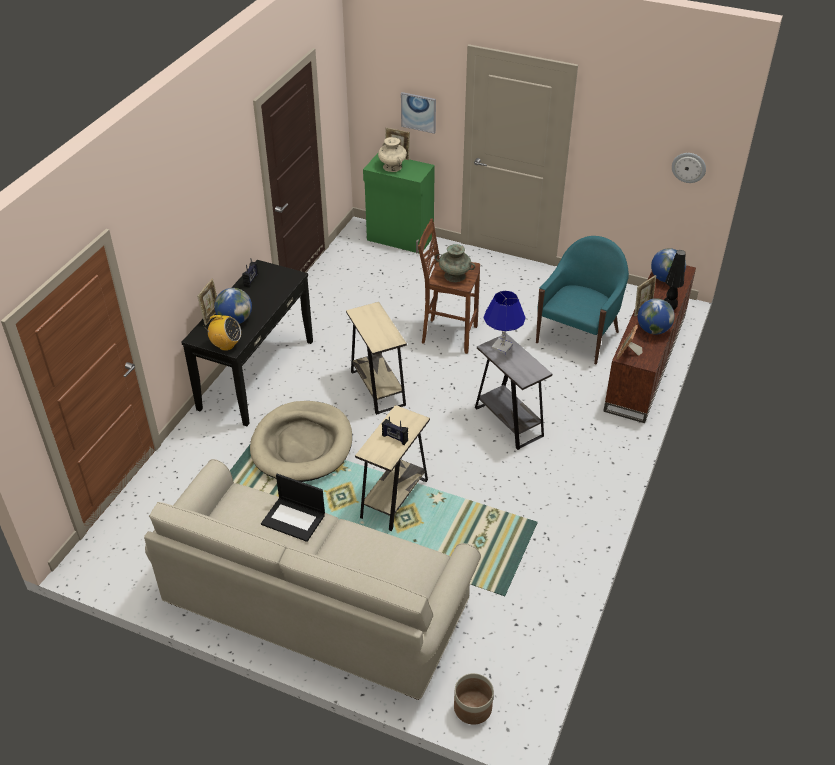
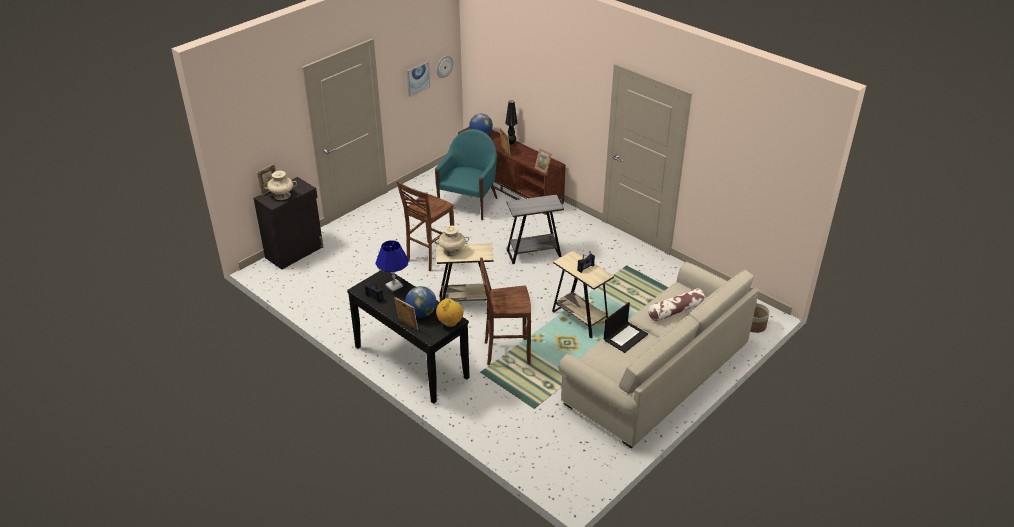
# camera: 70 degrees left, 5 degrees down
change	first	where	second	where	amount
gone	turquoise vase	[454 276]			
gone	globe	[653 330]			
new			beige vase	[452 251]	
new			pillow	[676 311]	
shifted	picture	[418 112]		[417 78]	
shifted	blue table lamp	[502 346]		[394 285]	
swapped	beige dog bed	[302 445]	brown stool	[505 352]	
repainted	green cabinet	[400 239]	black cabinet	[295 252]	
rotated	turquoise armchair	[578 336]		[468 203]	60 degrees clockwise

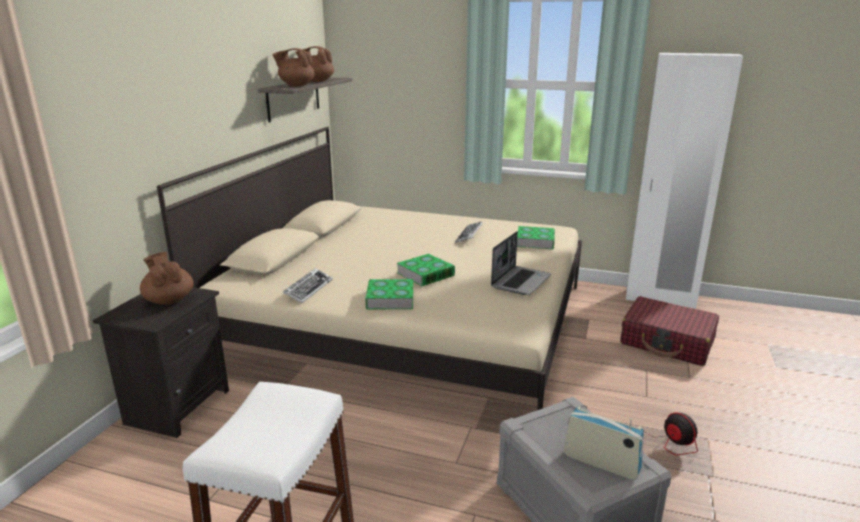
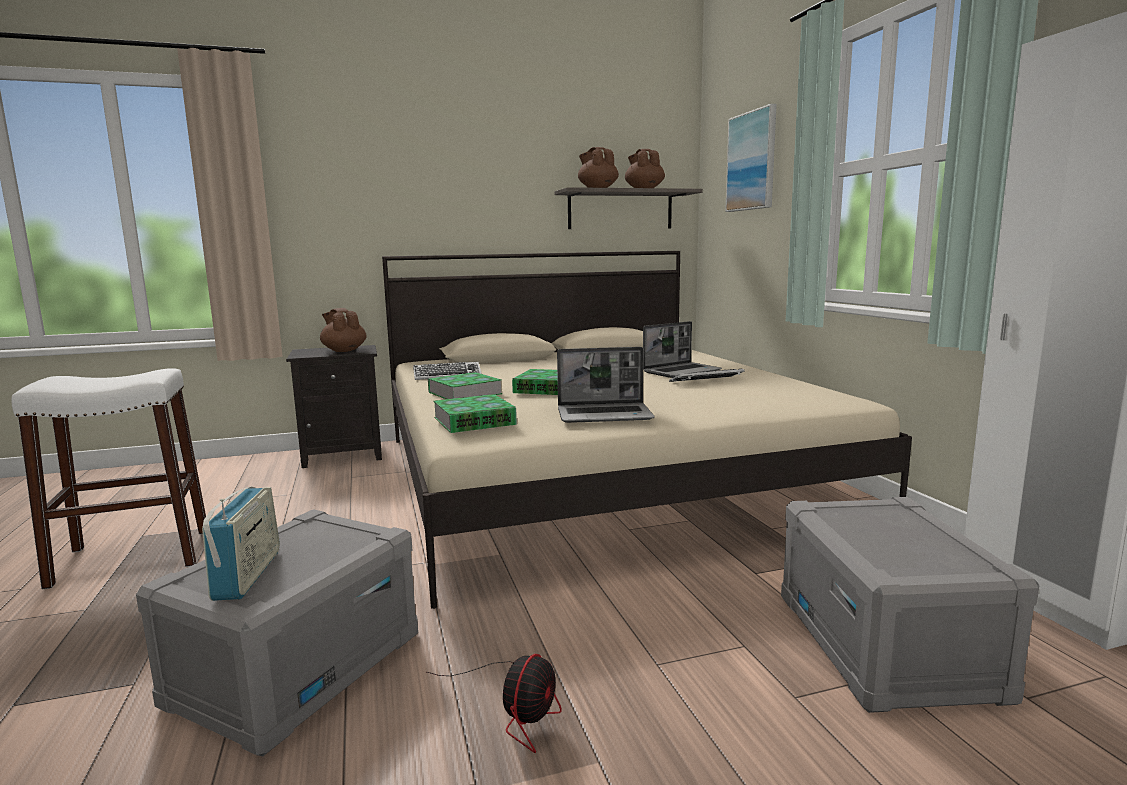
# camera: 55 degrees right, 10 degrees down
change	first	where	second	where	amount
new			laptop	[682 371]	
new			picture	[752 161]	
shifted	book	[535 241]		[474 421]	
swapped	red suitcase	[667 342]	grey storage box	[887 646]	
rotated	brown teapot	[169 300]		[344 350]	60 degrees counterclockwise

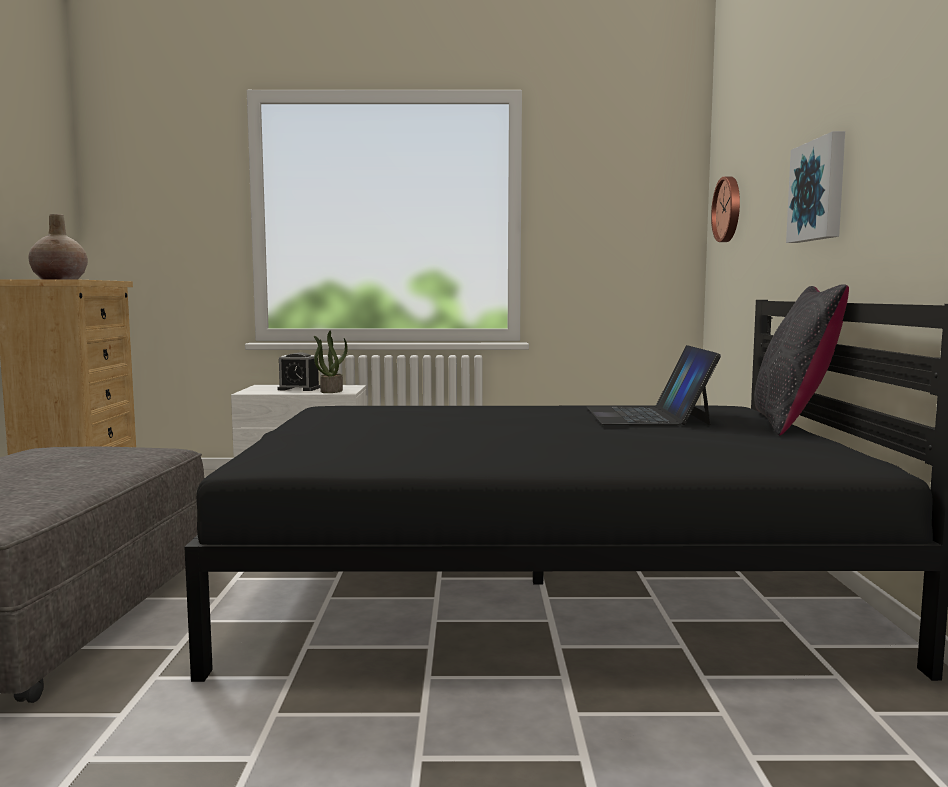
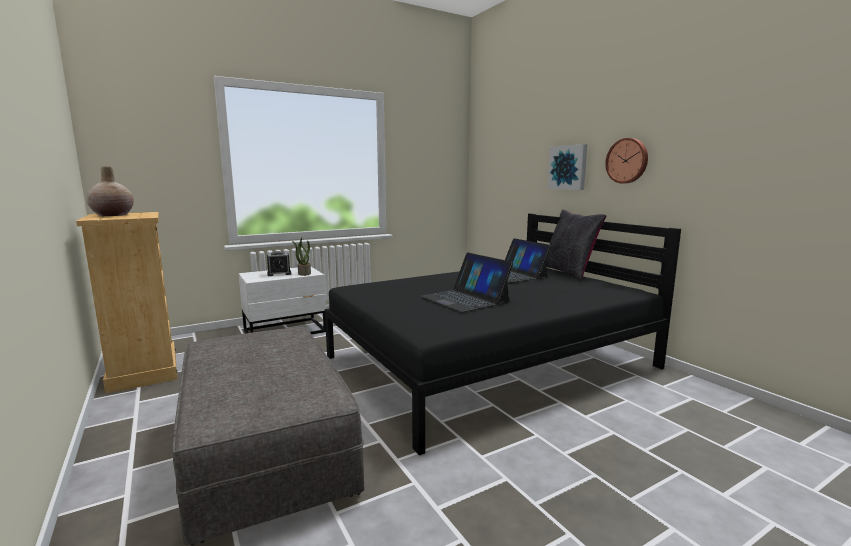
# camera: 30 degrees left, 5 degrees up
change	first	where	second	where	amount
new			laptop	[464 299]	
shifted	wall clock	[729 209]		[627 161]	

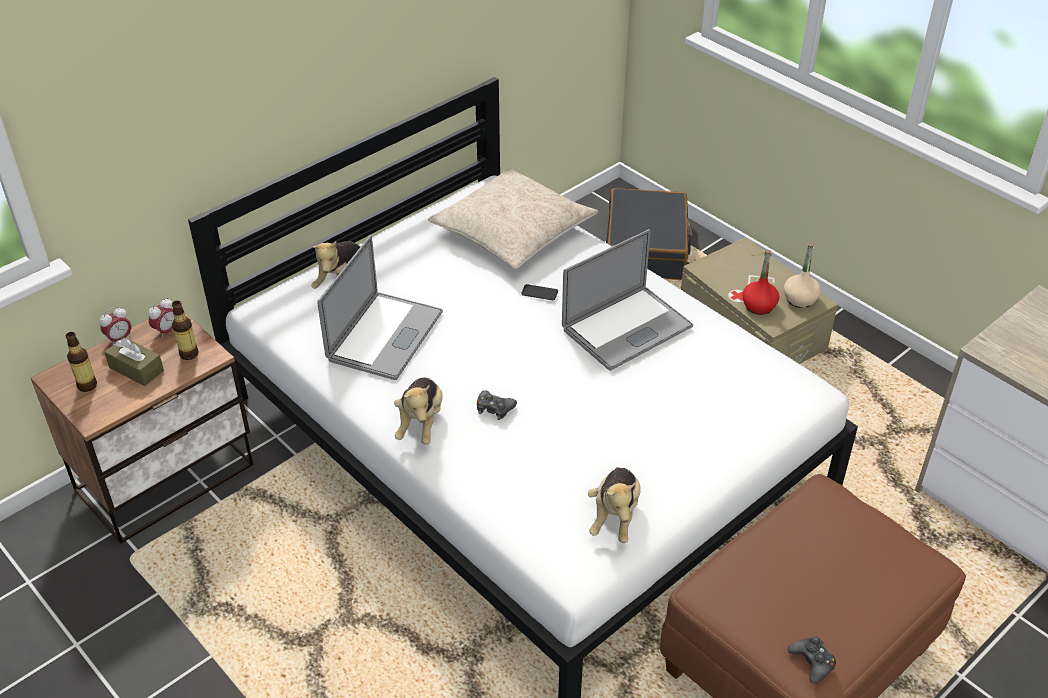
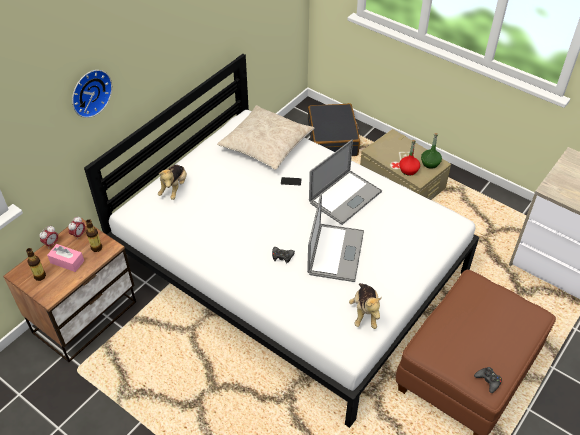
# camera: 10 degrees left, 5 degrees up
change	first	where	second	where	amount
gone	plush toy	[421 423]			
new			wall clock	[89 92]	
shifted	laptop	[385 336]		[336 252]	
repainted	brown tissue box	[136 369]	pink tissue box	[67 262]	
repainted	beige bottle	[799 299]	green bottle	[430 163]	

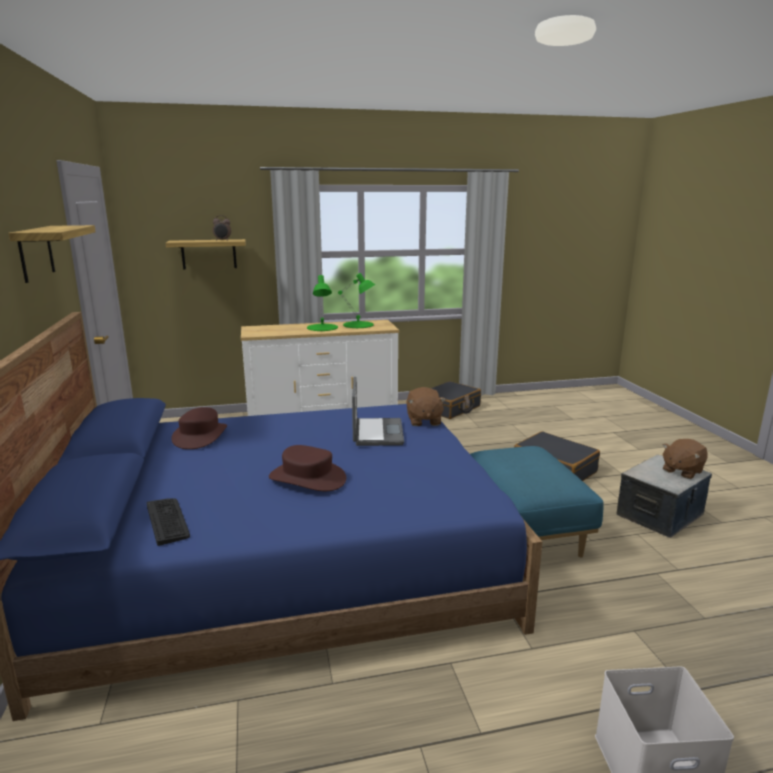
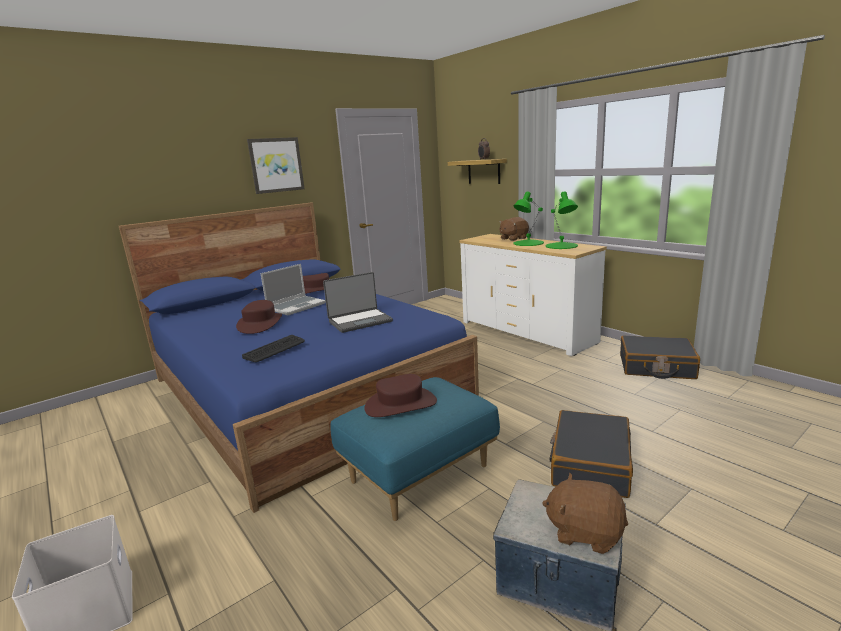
# camera: 65 degrees right, 0 degrees up
change	first	where	second	where	amount
new			laptop	[296 306]	
new			brown hat	[400 404]	
shifted	keyboard	[167 521]		[275 349]	
shifted	brown plush toy	[423 421]		[513 238]	
swapped	shelf	[36 253]	picture	[276 165]	

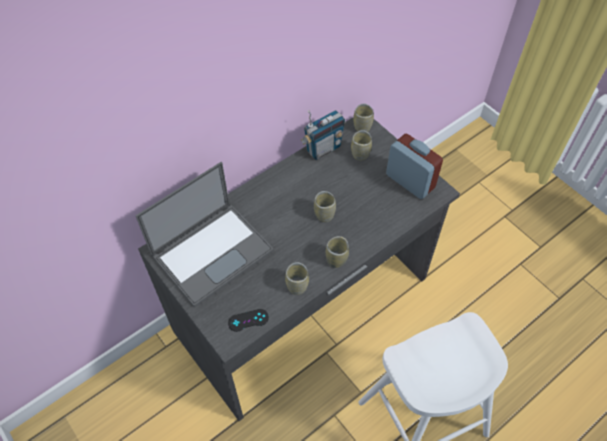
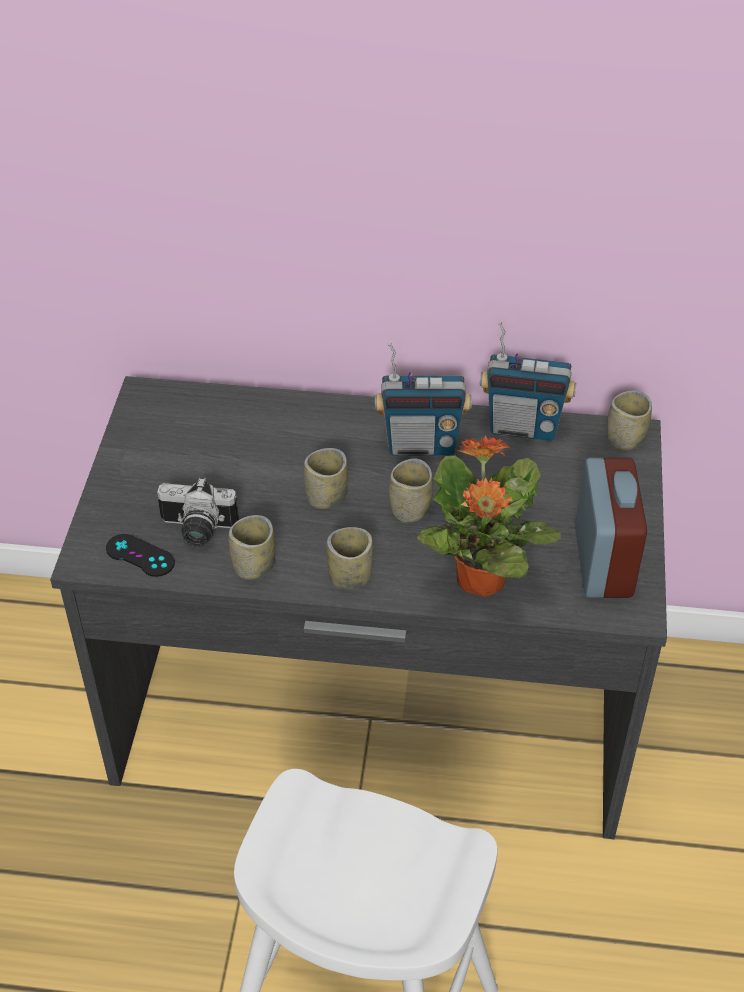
# camera: 45 degrees right, 10 degrees down
change	first	where	second	where	amount
gone	laptop	[213 252]			
new			photo camera	[196 531]	
new			radio	[421 445]	
new			potted plant	[480 580]	
shifted	cup	[360 154]		[326 497]	

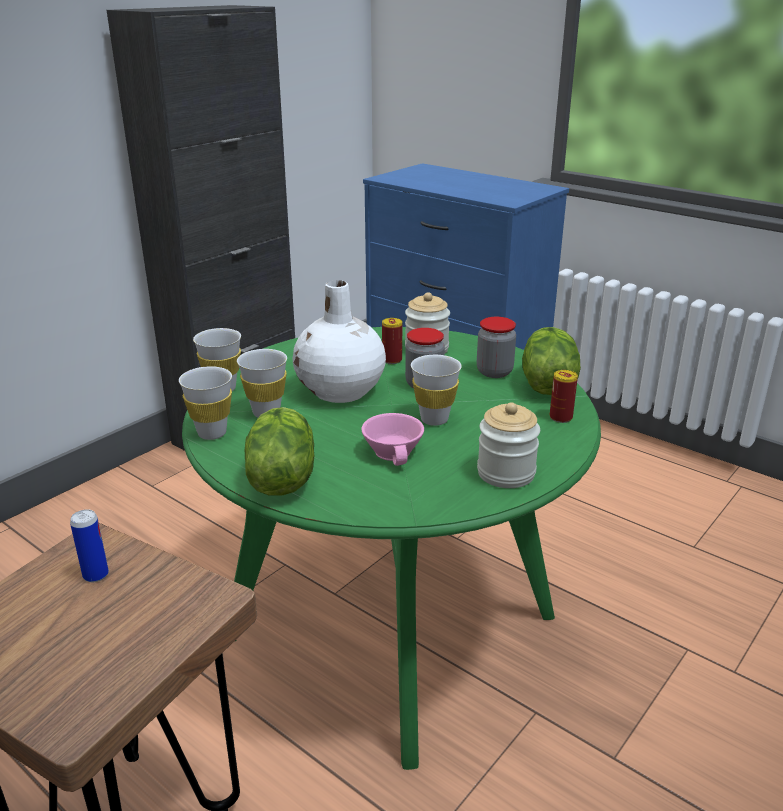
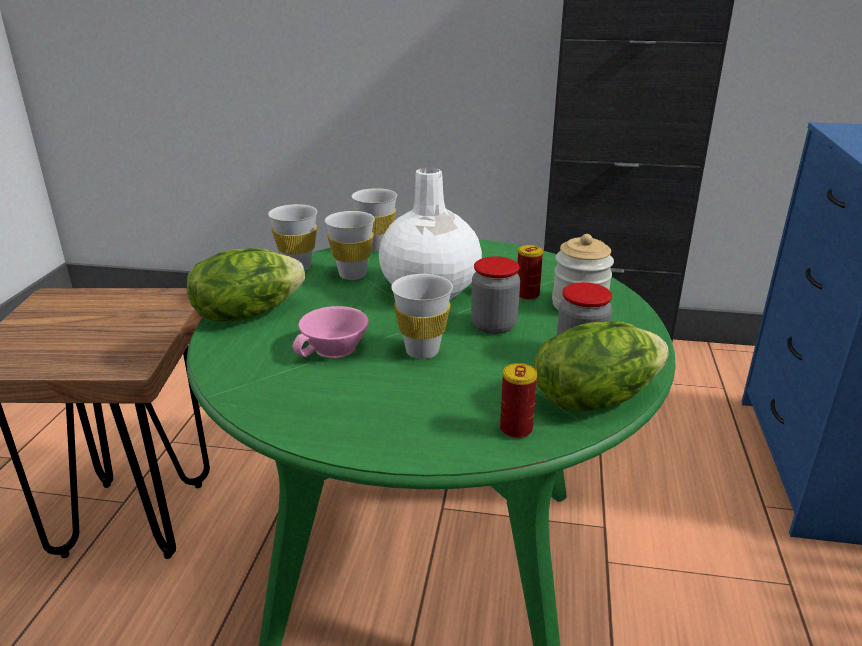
# camera: 60 degrees right, 0 degrees up
change	first	where	second	where	amount
gone	can	[96 575]			
gone	jar	[506 473]			

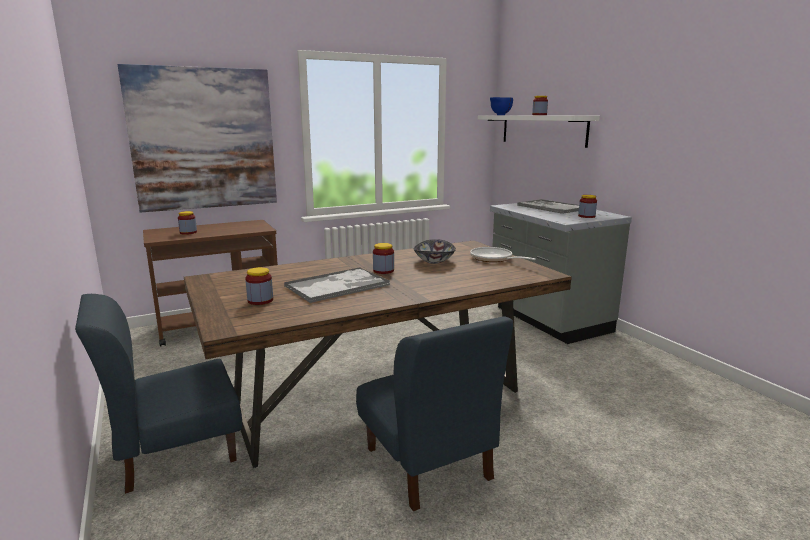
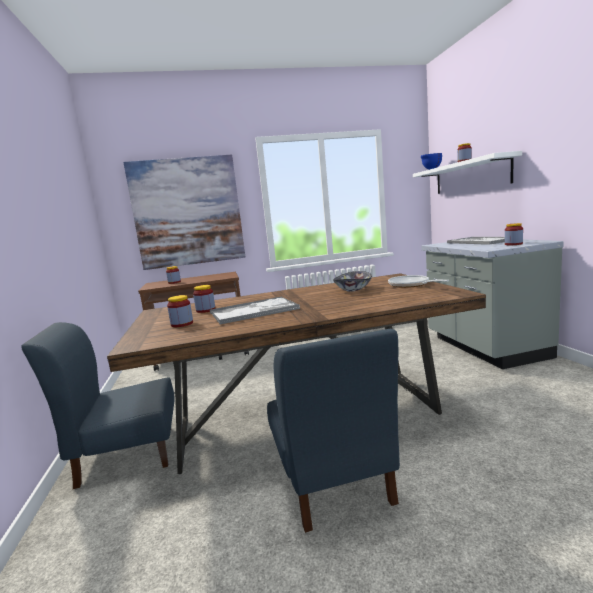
# camera: 15 degrees right, 5 degrees down
change	first	where	second	where	amount
shifted	jar	[383 271]		[205 310]	

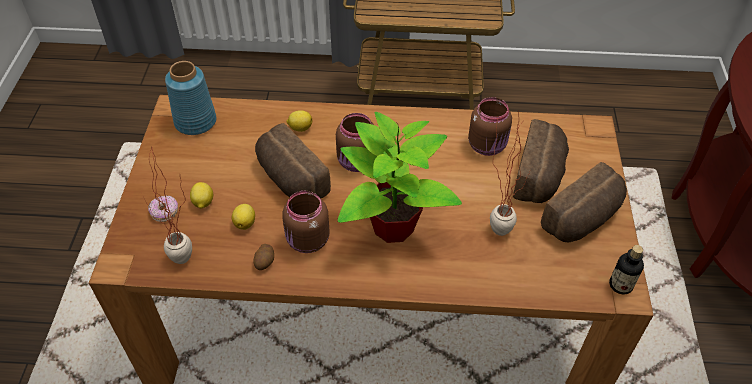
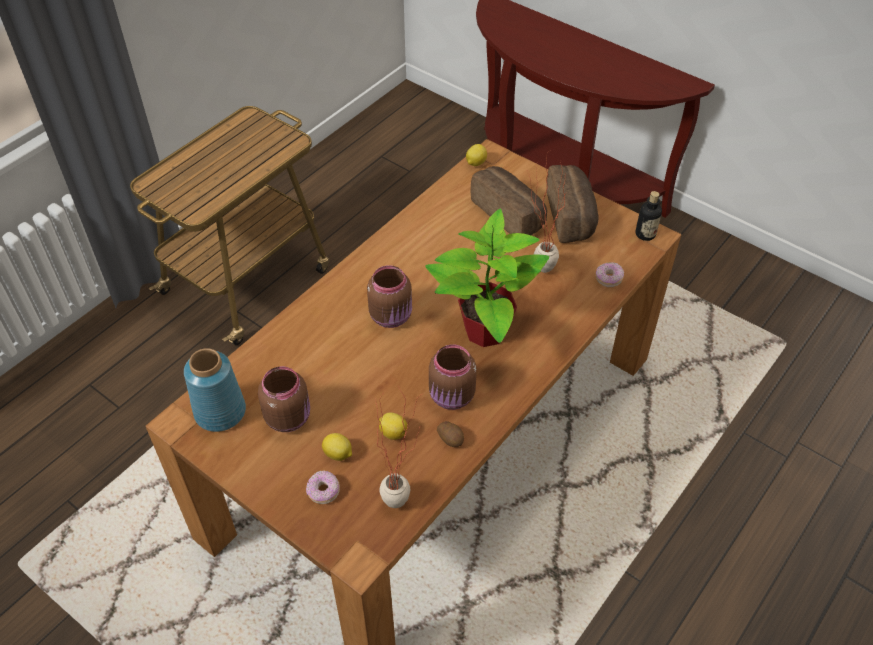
# camera: 55 degrees left, 0 degrees up
change	first	where	second	where	amount
gone	bread	[290 180]			
new			donut	[608 279]	
shifted	lemon	[300 128]		[475 163]	
shifted	brown jar	[488 146]		[289 417]	

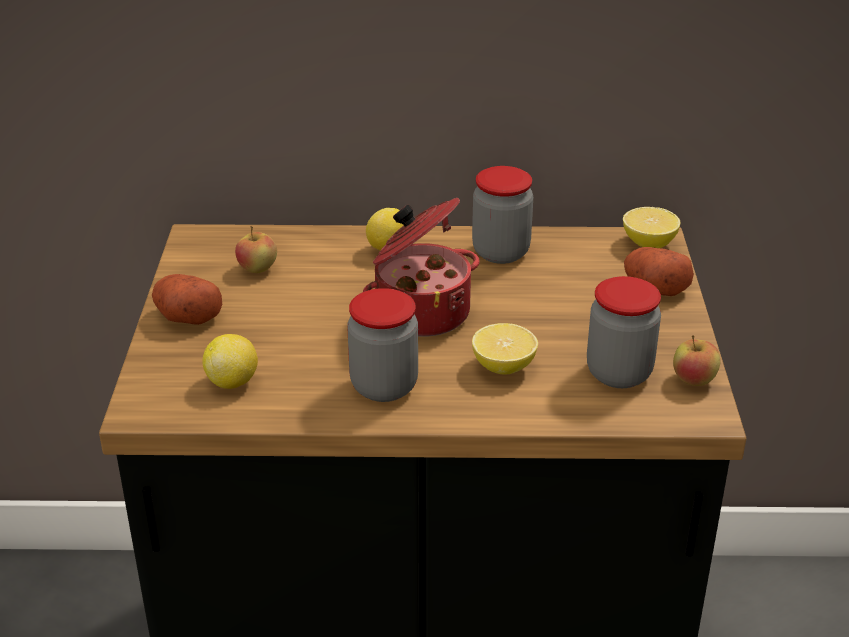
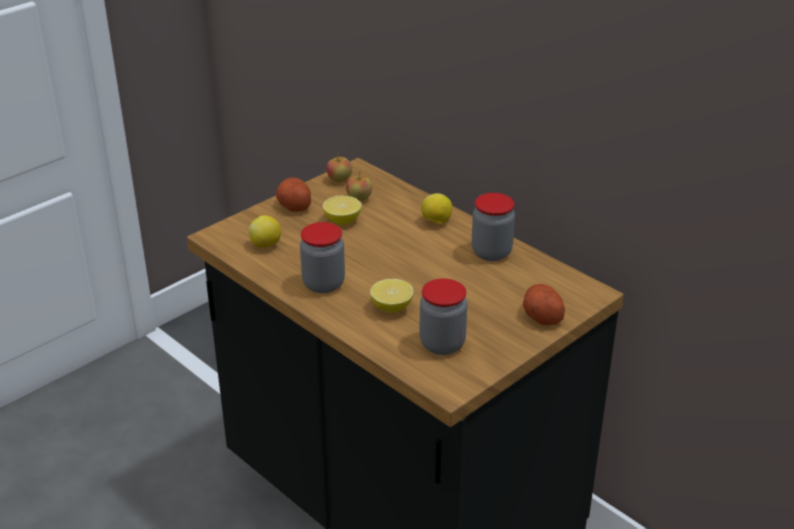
# camera: 45 degrees right, 0 degrees up
change	first	where	second	where	amount
gone	cooking pot	[420 311]			
shifted	lemon	[648 243]		[342 220]	
shifted	apple	[693 380]		[339 179]	

